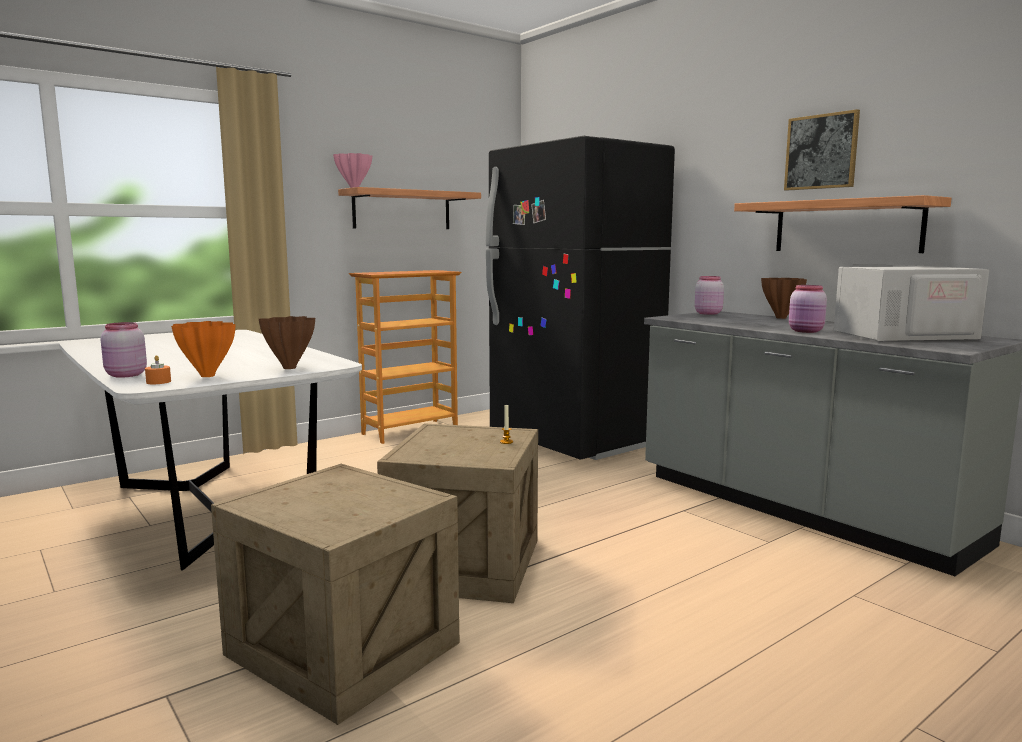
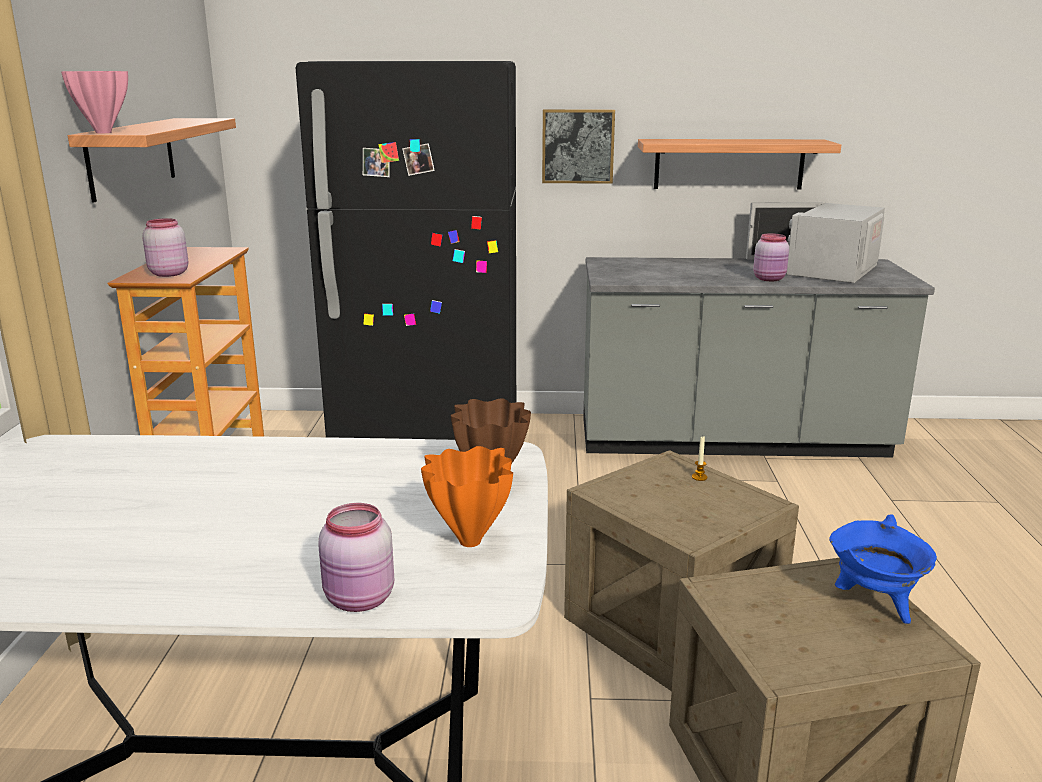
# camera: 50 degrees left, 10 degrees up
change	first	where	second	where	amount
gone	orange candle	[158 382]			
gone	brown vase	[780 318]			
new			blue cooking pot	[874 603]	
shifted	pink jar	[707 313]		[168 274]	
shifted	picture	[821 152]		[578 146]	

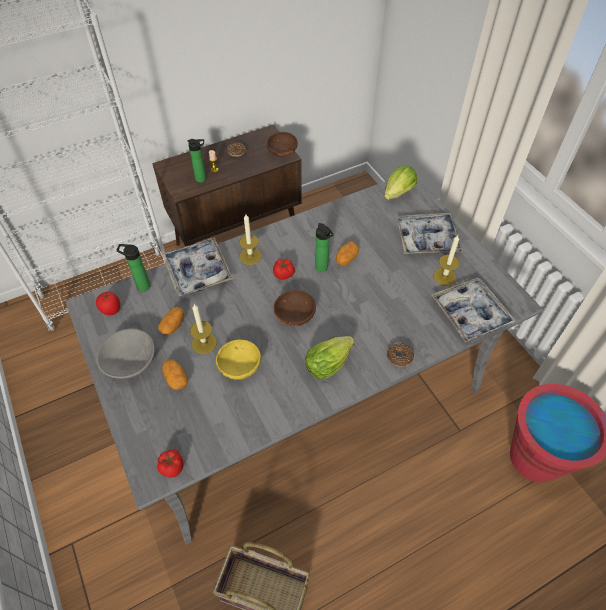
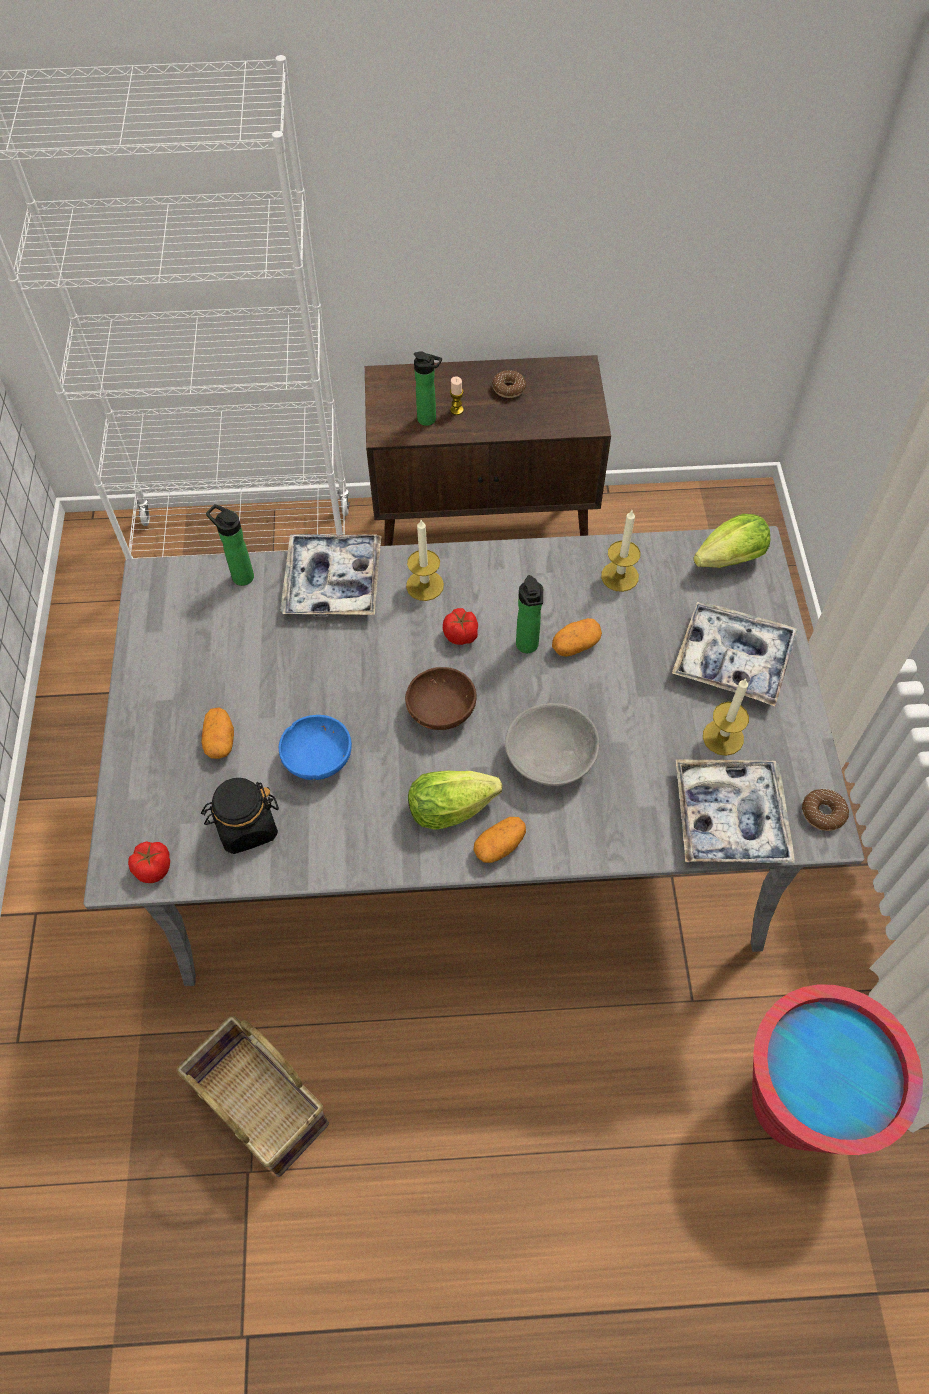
# camera: 25 degrees right, 5 degrees up
change	first	where	second	where	amount
gone	tomato	[111 310]			
gone	brown bowl	[281 153]			
new			black jar	[246 826]	
shifted	grey bowl	[130 362]		[551 758]	
shifted	potato	[173 325]		[500 845]	
shifted	candle	[204 343]		[619 576]	
shifted	donut	[399 357]		[823 813]	
repainted	yellow bowl	[239 366]	blue bowl	[318 758]	

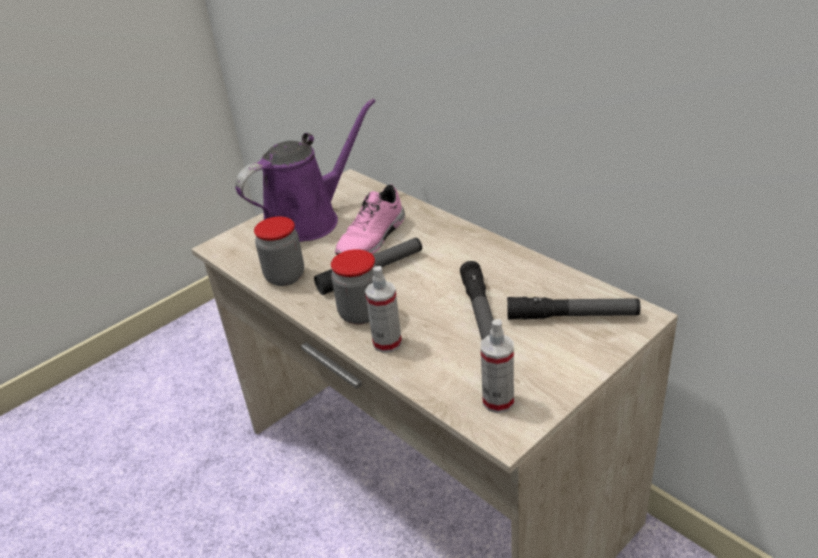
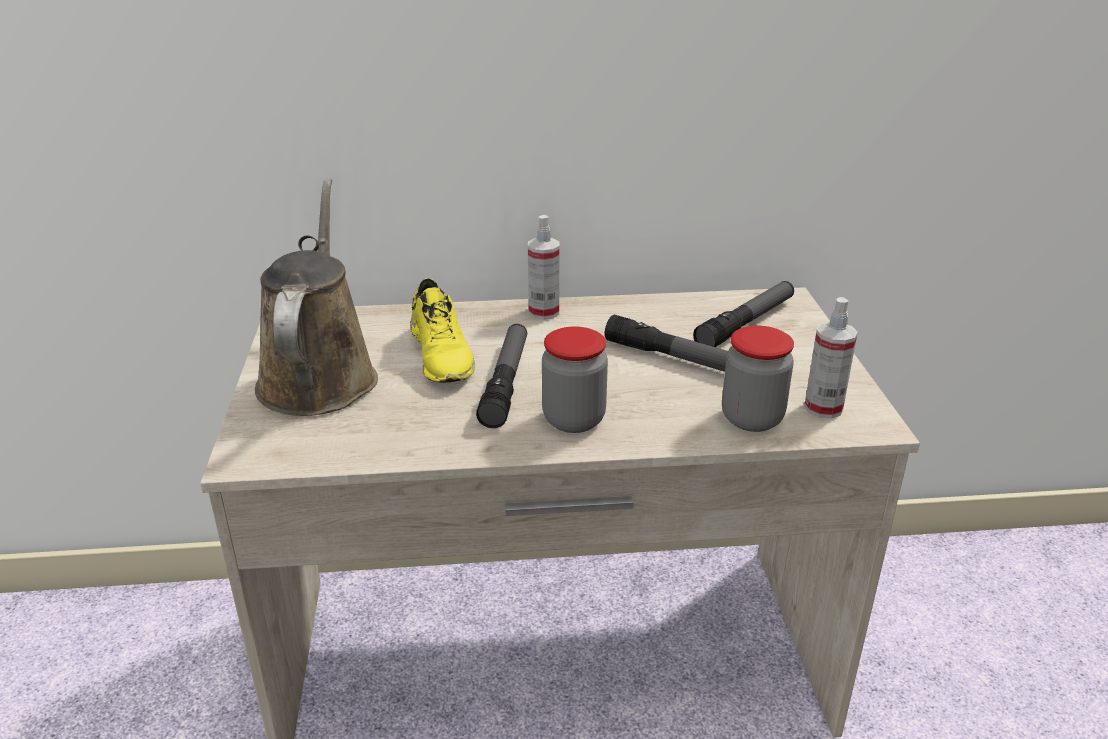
# camera: 55 degrees left, 5 degrees down
change	first	where	second	where	amount
shifted	jar	[285 277]		[752 418]	
shifted	spray bottle	[387 343]		[544 312]	
repainted	purple watering can	[308 220]	brown watering can	[319 376]	
repainted	pink shoe	[373 239]	yellow shoe	[443 355]	

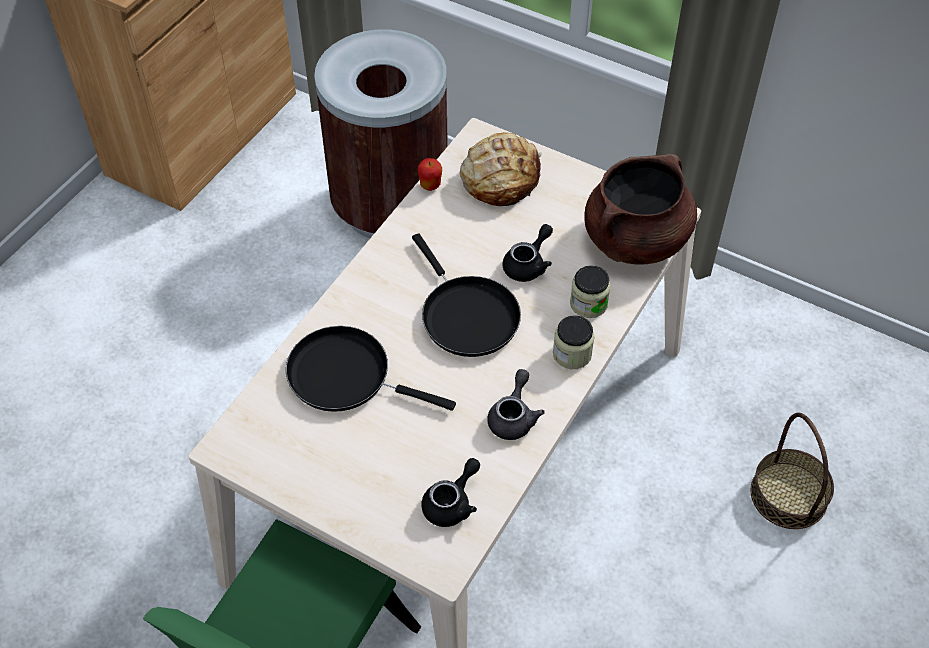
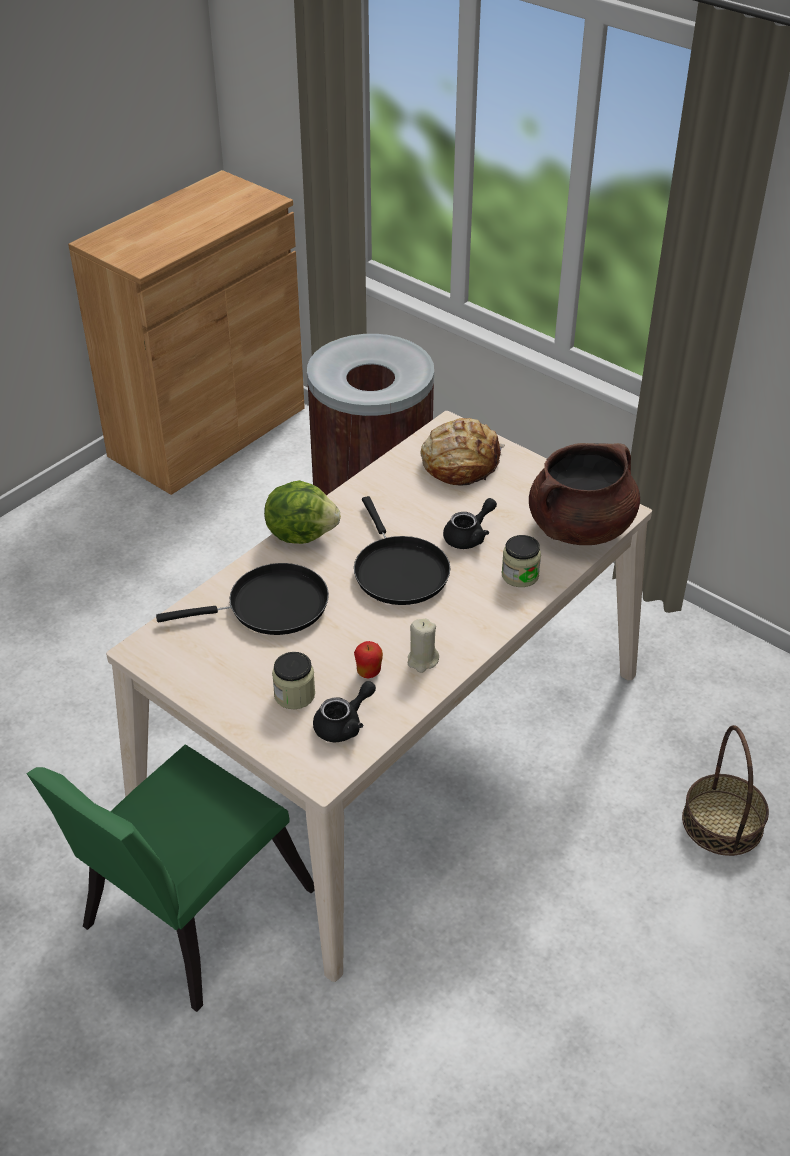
# camera: 10 degrees right, 10 degrees down
change	first	where	second	where	amount
new			lettuce	[301 533]	
shifted	apple	[430 185]		[368 672]	
shifted	jar	[572 354]		[294 695]	
swapped	grey teapot	[513 417]	beige candle	[422 660]	
rotated	black frying pan	[346 376]		[271 606]	135 degrees clockwise

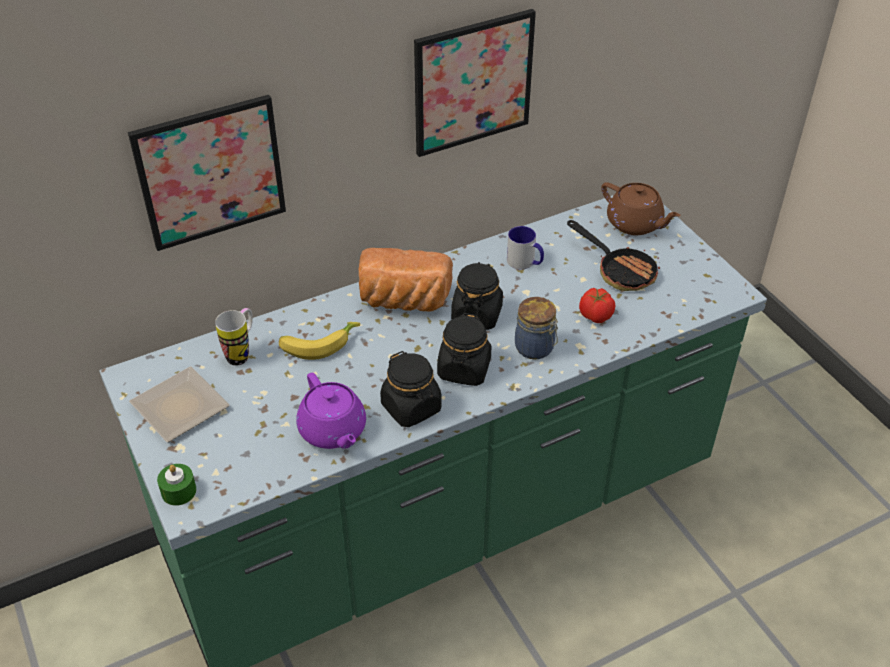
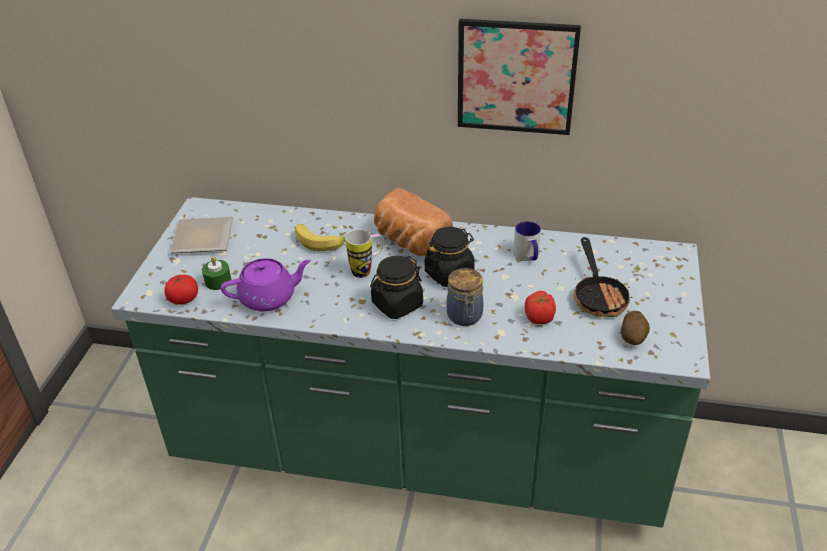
# camera: 40 degrees right, 5 degrees down
change	first	where	second	where	amount
gone	picture	[210 172]			
gone	black jar	[411 407]			
gone	brown teapot	[635 224]			
new			tomato	[183 299]	
new			potato	[633 337]	
shifted	green candle	[179 491]		[218 281]	
shifted	mug	[242 353]		[367 270]	
rotated	purple teapot	[333 431]		[269 298]	120 degrees counterclockwise

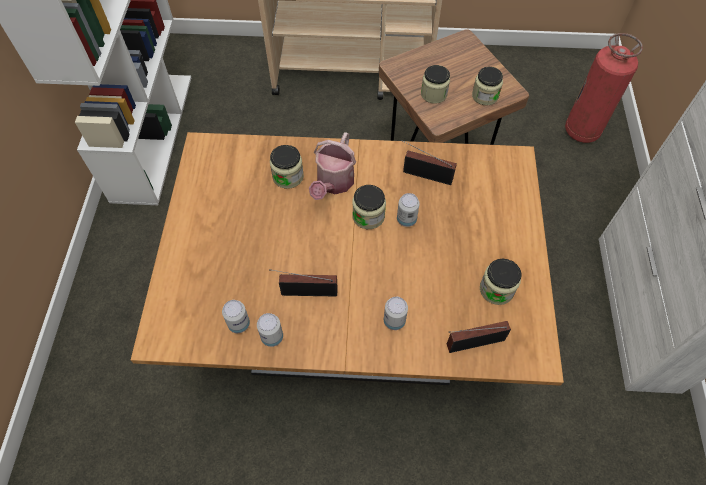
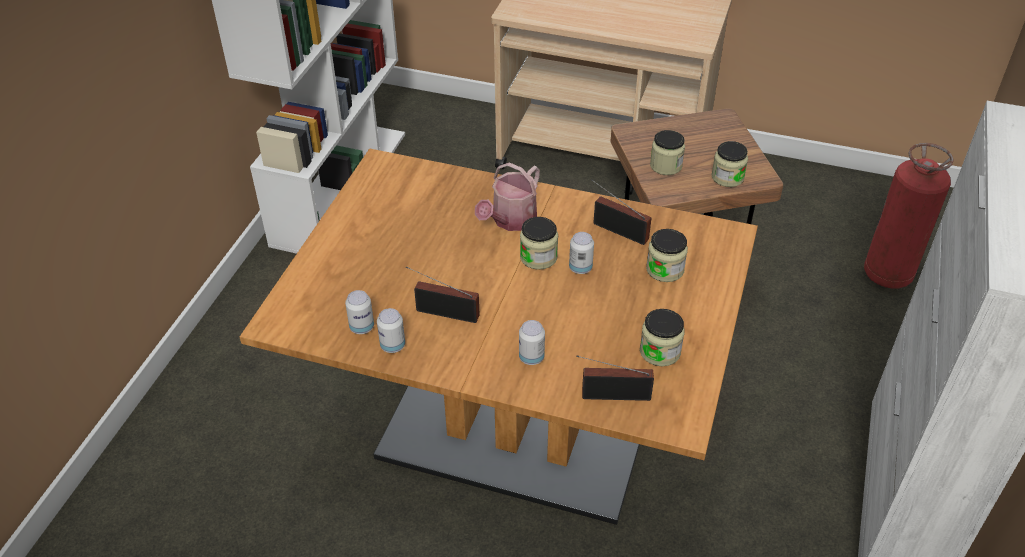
# camera: 15 degrees right, 15 degrees down
change	first	where	second	where	amount
shifted	jar	[288 176]		[665 269]	

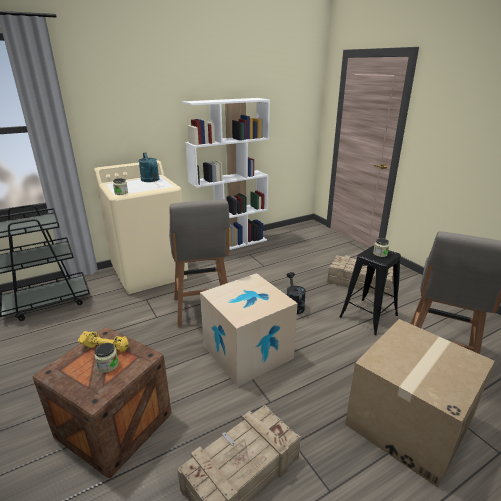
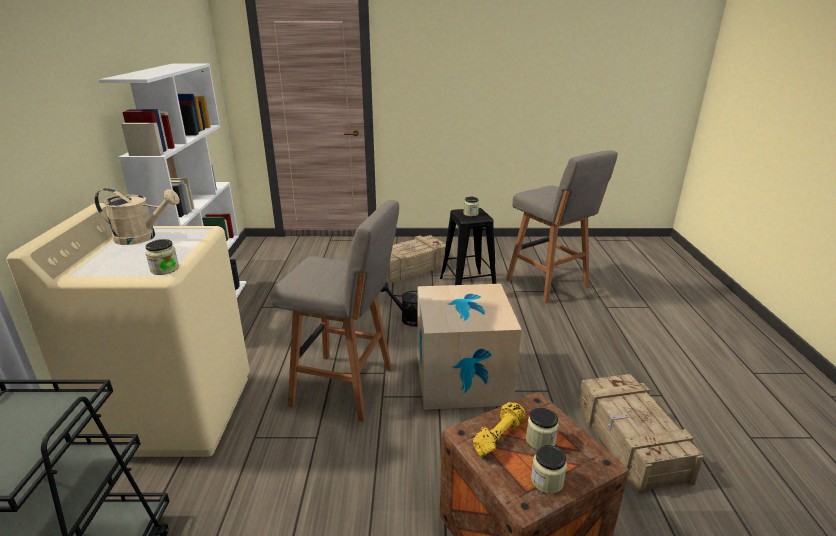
# camera: 60 degrees left, 0 degrees up
change	first	where	second	where	amount
gone	cardboard box	[408 423]			
new			jar	[547 481]	
repainted	turquoise watering can	[151 180]	beige watering can	[142 237]	

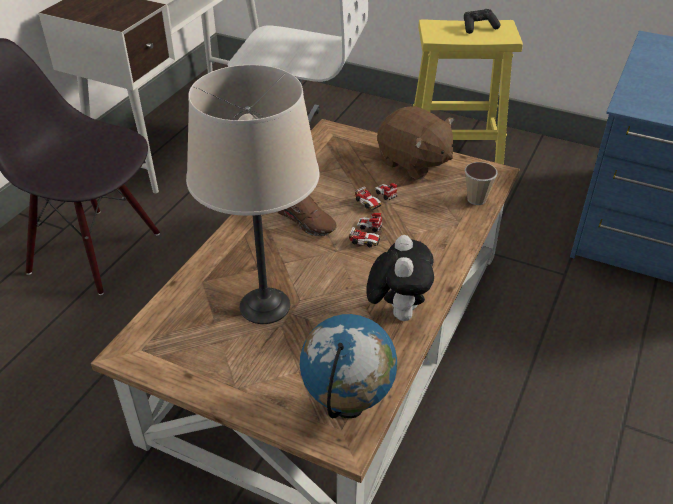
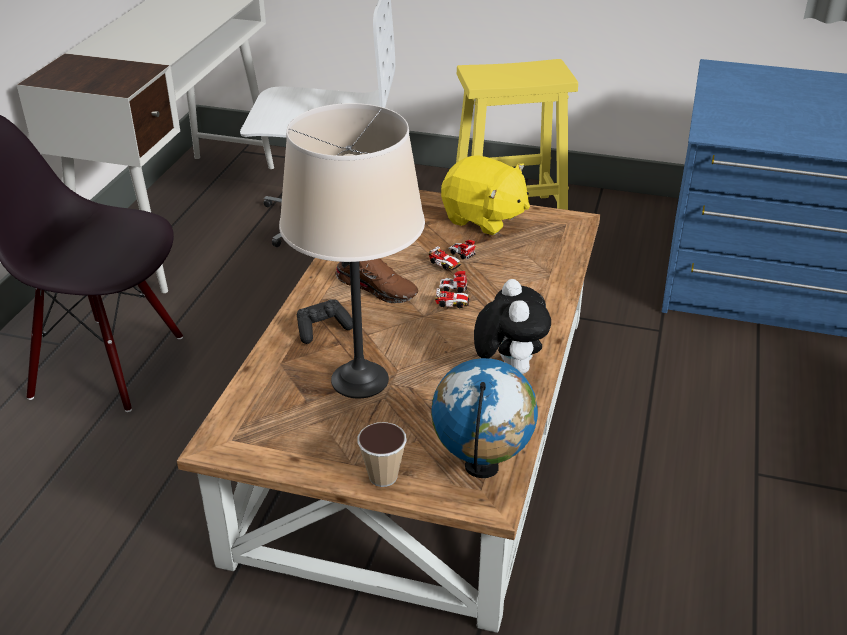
# camera: 10 degrees left, 5 degrees down
change	first	where	second	where	amount
shifted	black game controller	[478 27]		[322 329]	
shifted	cup	[476 199]		[383 476]	
repainted	brown plush toy	[414 162]	yellow plush toy	[483 218]	

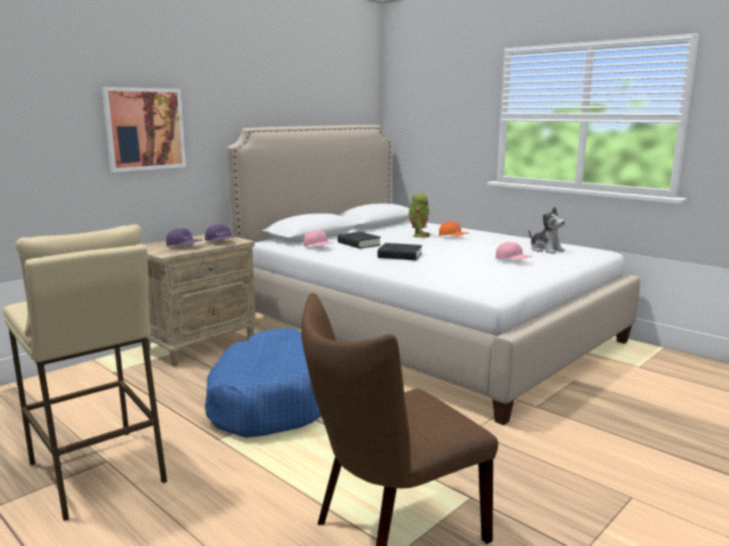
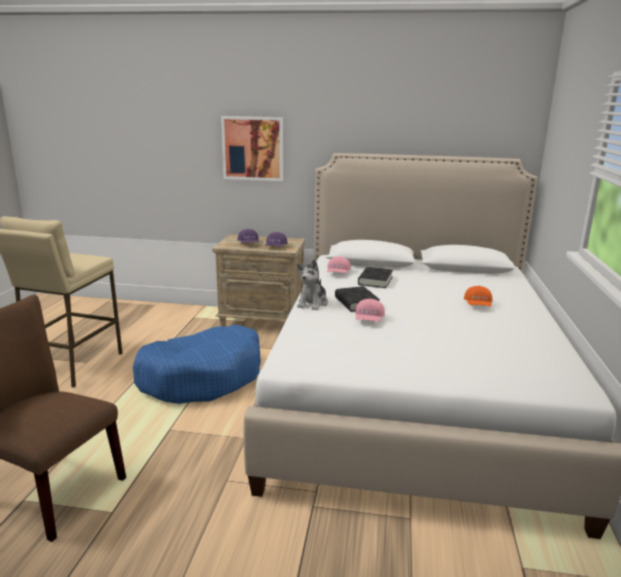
# camera: 55 degrees right, 5 degrees up
change	first	where	second	where	amount
gone	toy robot	[419 235]			
shifted	pink cap	[513 261]		[369 320]	
shifted	plush toy	[545 250]		[312 303]	

